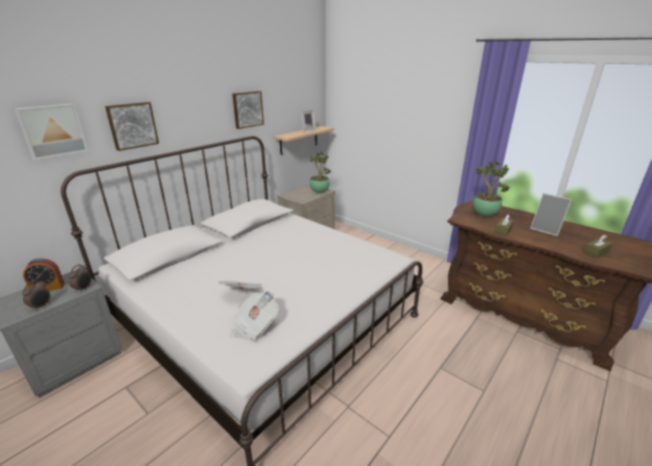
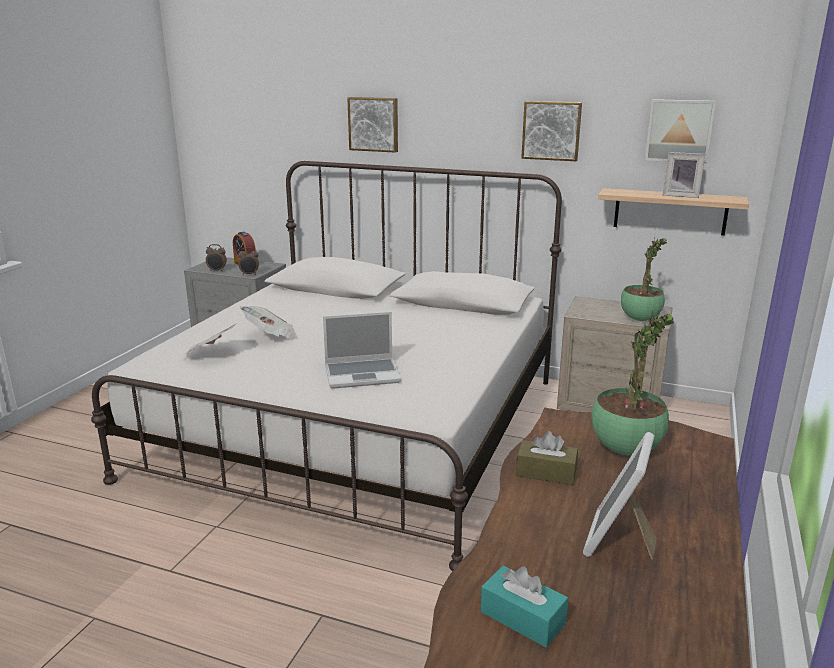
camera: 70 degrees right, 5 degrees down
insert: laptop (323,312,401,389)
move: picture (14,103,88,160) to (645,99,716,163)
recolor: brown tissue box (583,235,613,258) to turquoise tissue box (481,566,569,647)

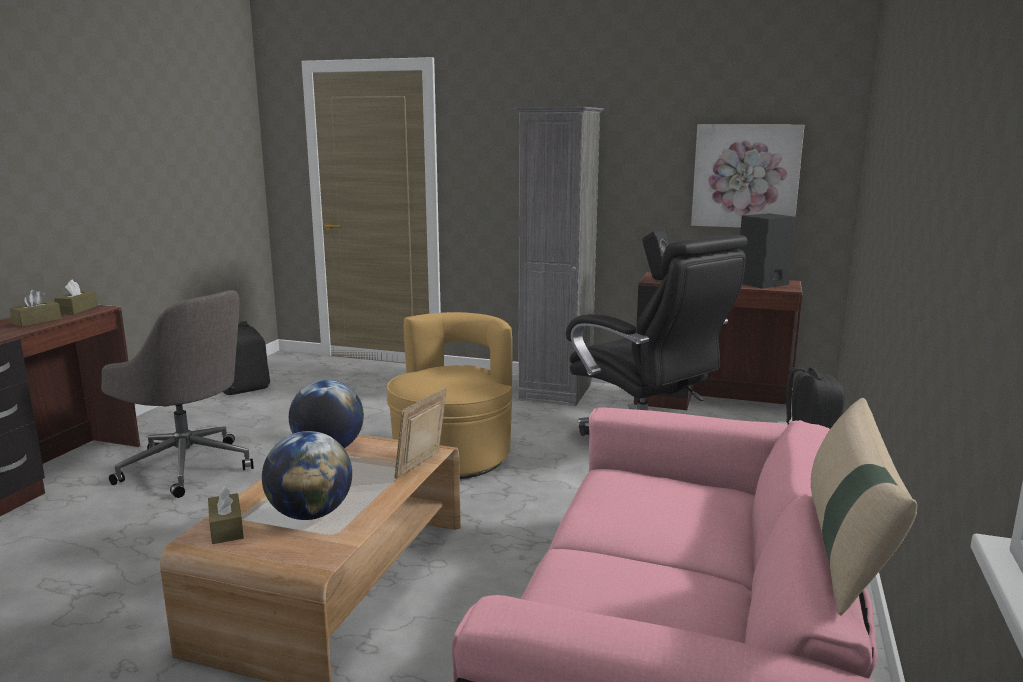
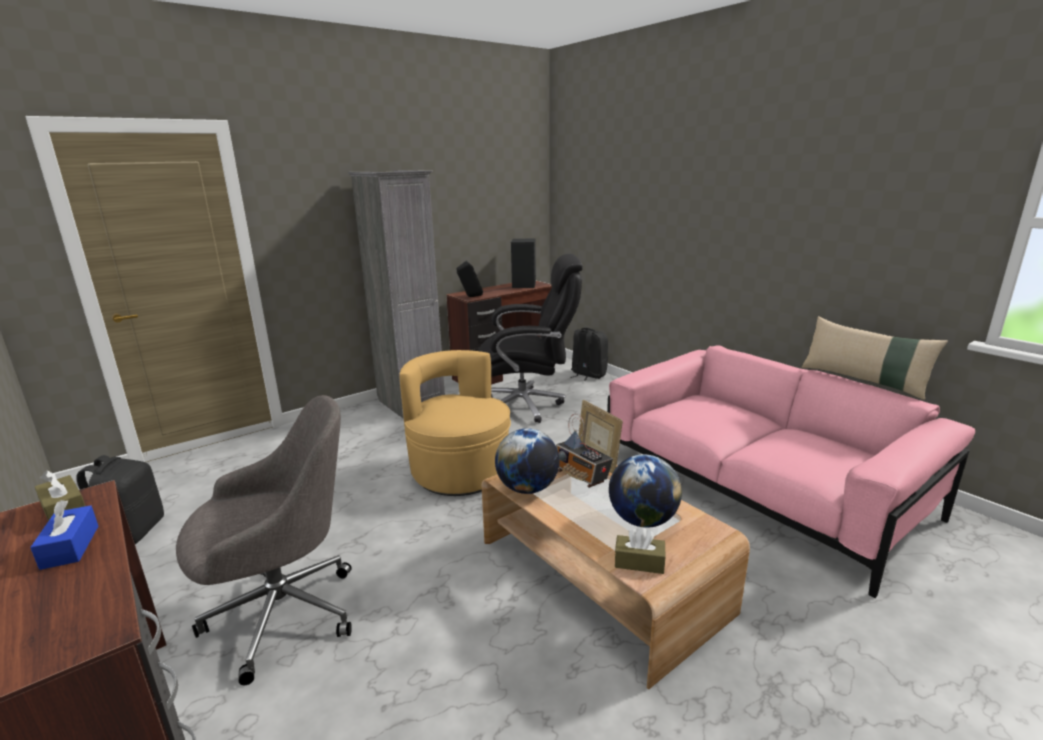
camera: 55 degrees left, 5 degrees up
delete: picture (691,125,804,228)
insert: radio (556,414,613,488)
recolor: brown tissue box (9,290,61,327) to blue tissue box (30,500,98,570)

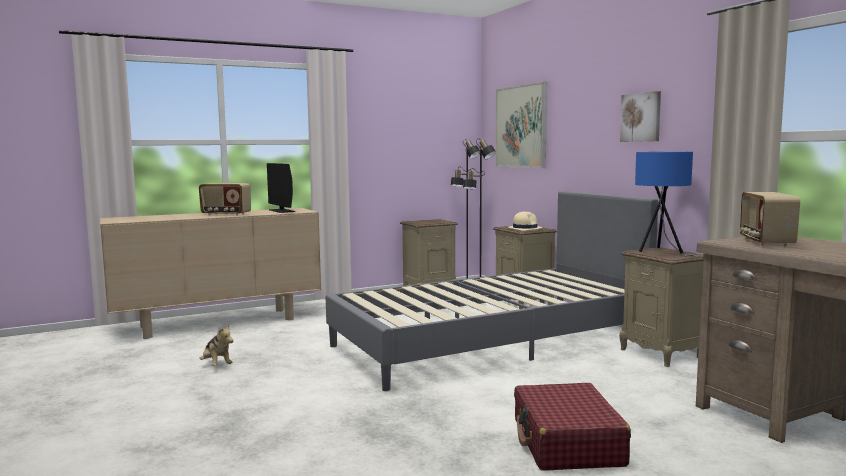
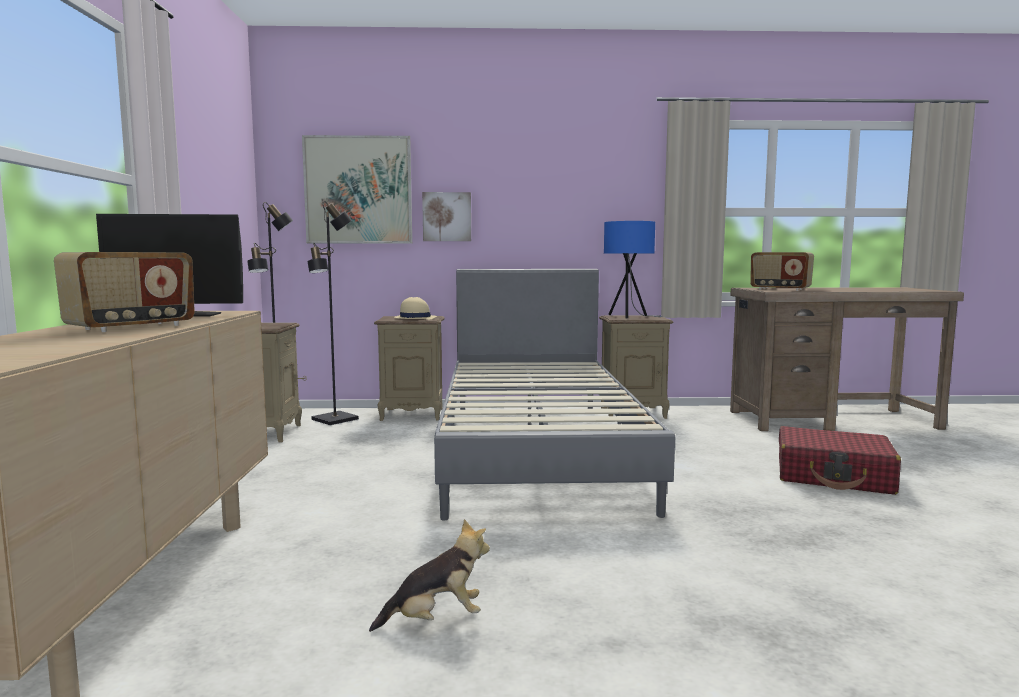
camera: 65 degrees left, 0 degrees up
move: picture (620,91,661,142) to (422,192,471,241)

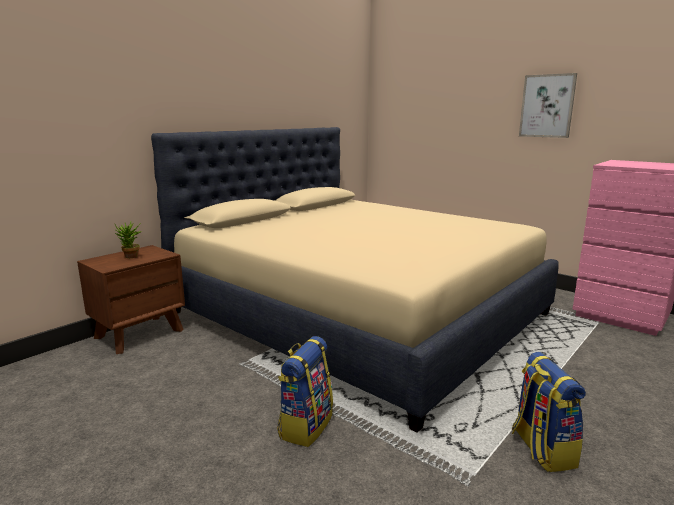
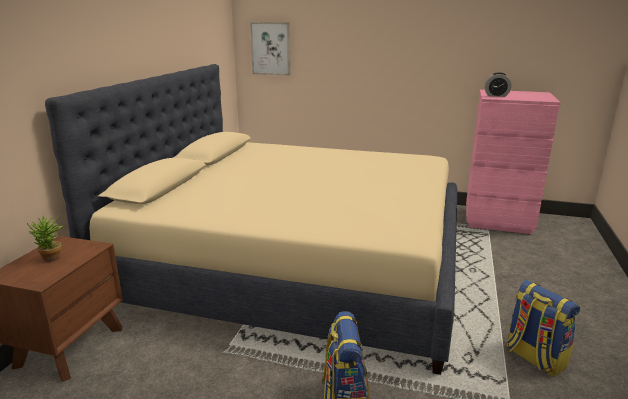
camera: 25 degrees left, 5 degrees up
insert: alarm clock (485,72,511,97)
move: picture (519,73,577,138) to (250,22,291,76)

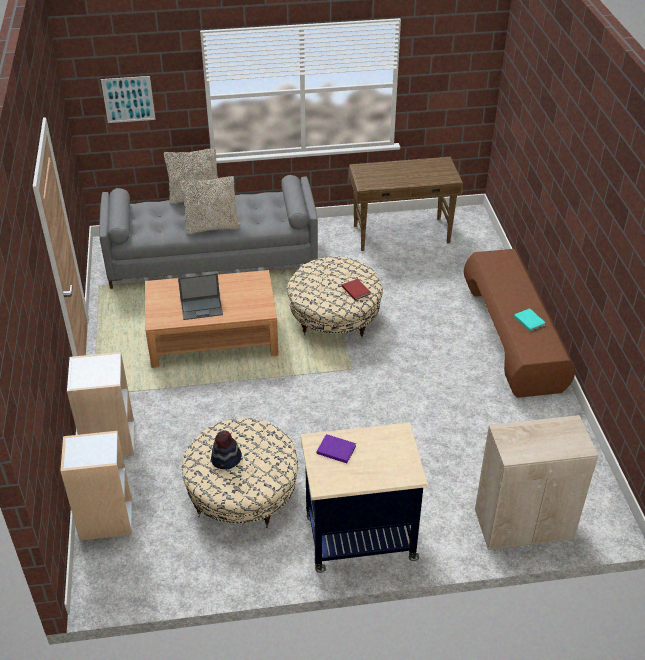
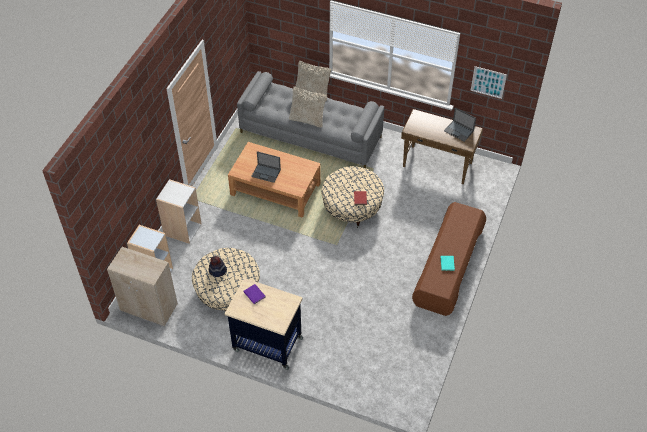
camera: 30 degrees right, 10 degrees up
insert: laptop (444,108,476,142)
move: picture (101,76,156,123) to (471,66,507,99); beige cabinet (475,415,598,550) to (107,247,178,326)

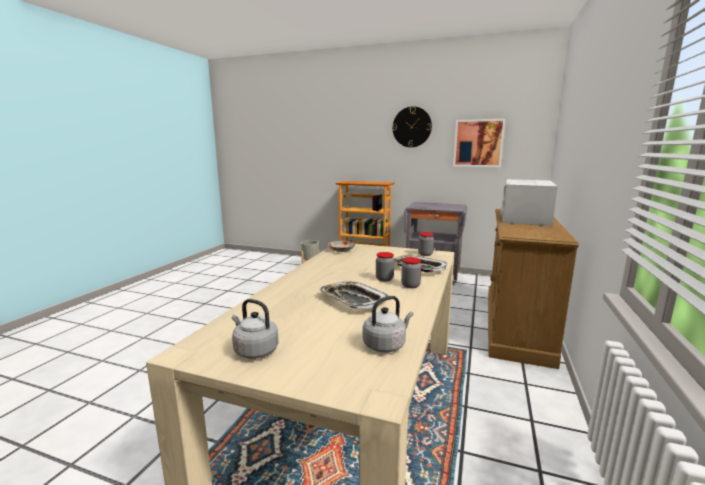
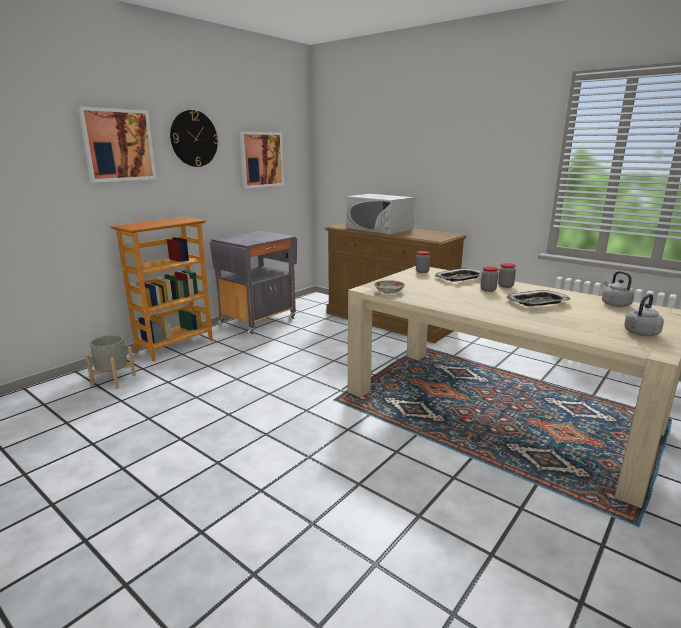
camera: 70 degrees left, 5 degrees up
insert: picture (78,106,156,182)

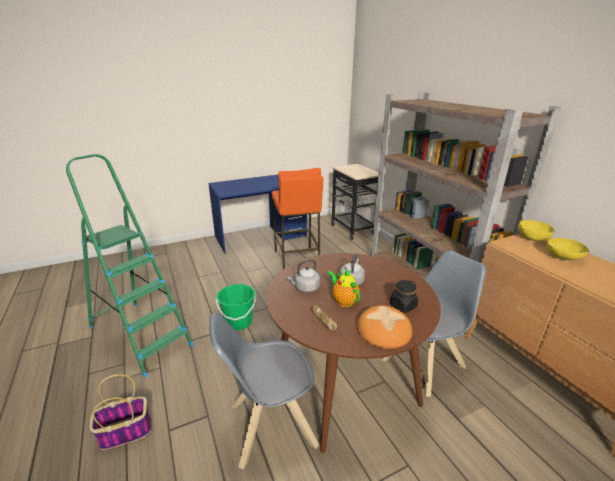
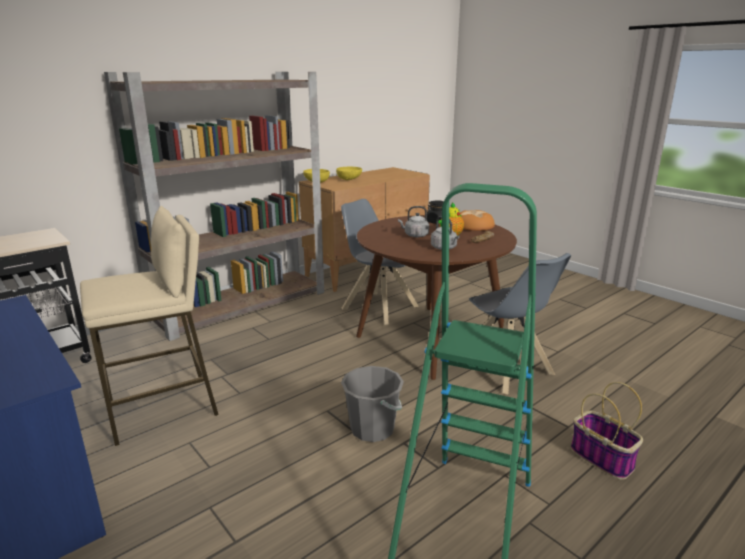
camera: 105 degrees left, 5 degrees down
recolor: orange stool (272,168,323,269) to beige stool (80,206,219,446); green bucket (216,284,256,330) to grey bucket (341,366,404,442)

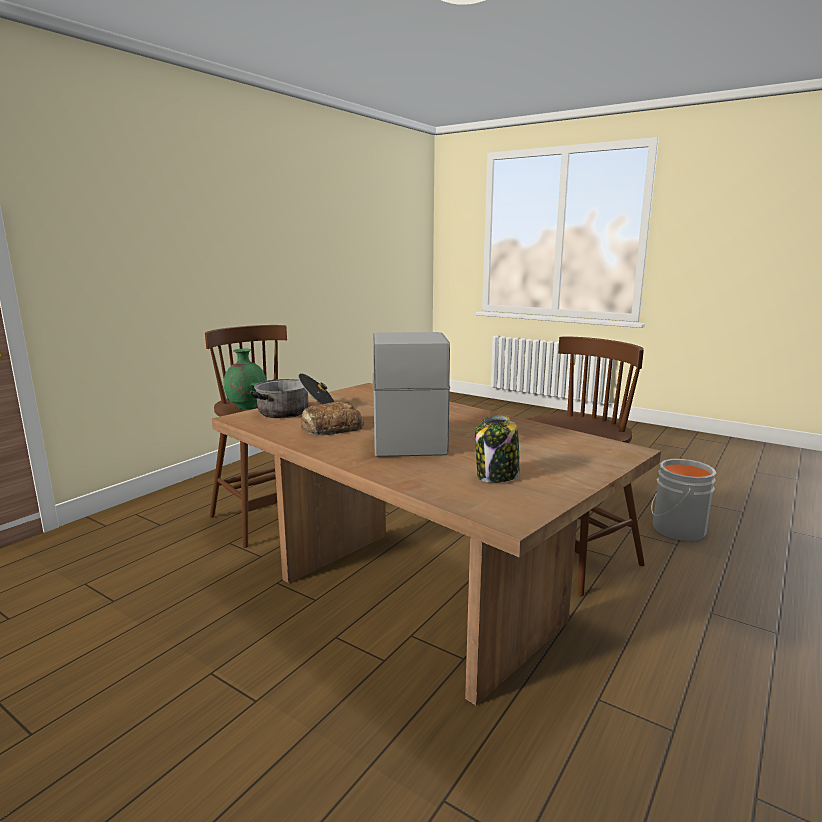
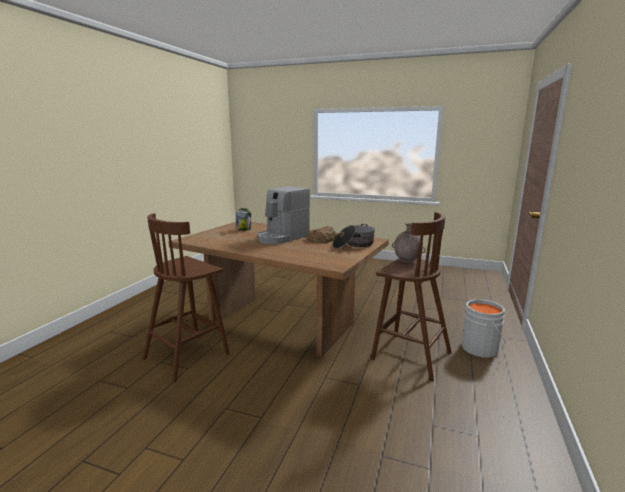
camera: 165 degrees right, 0 degrees up
move: grey bucket (651,459,716,541) to (462,299,505,358)
recolor: green vase (223,348,266,409) to brown vase (392,222,426,263)
rotate: coffee machine (373,332,450,457) = (257,186,310,244) 60 degrees clockwise

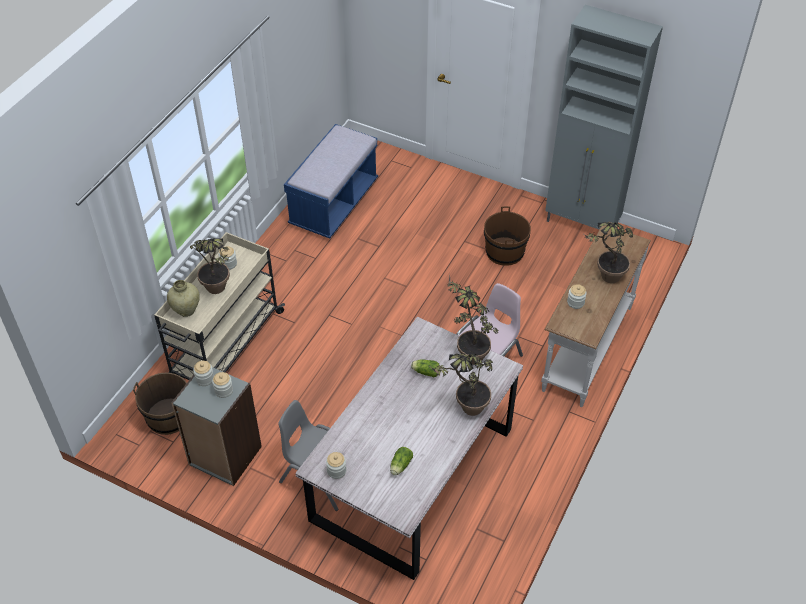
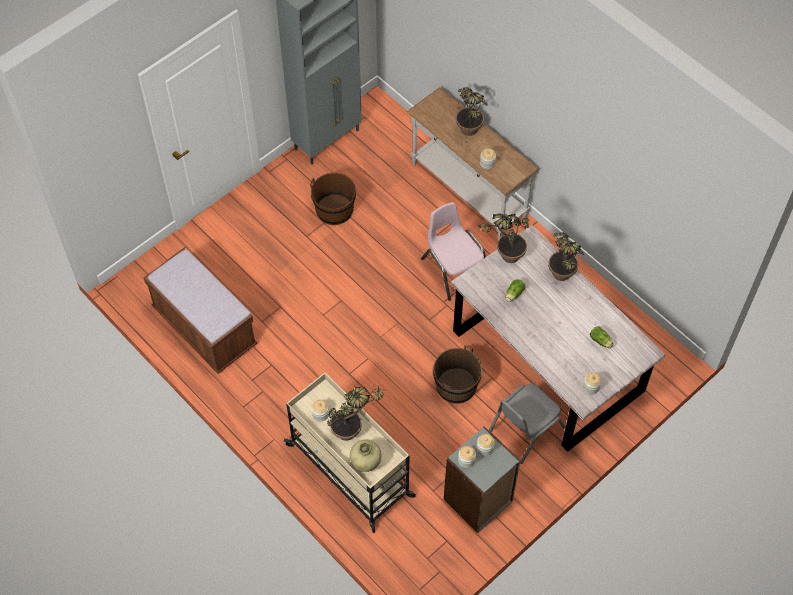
camera: 70 degrees left, 10 degrees up
move: brown bucket (133,373,187,435) to (433,345,482,404)
recolor: blue bench (284,124,378,239) to brown bench (144,248,257,374)

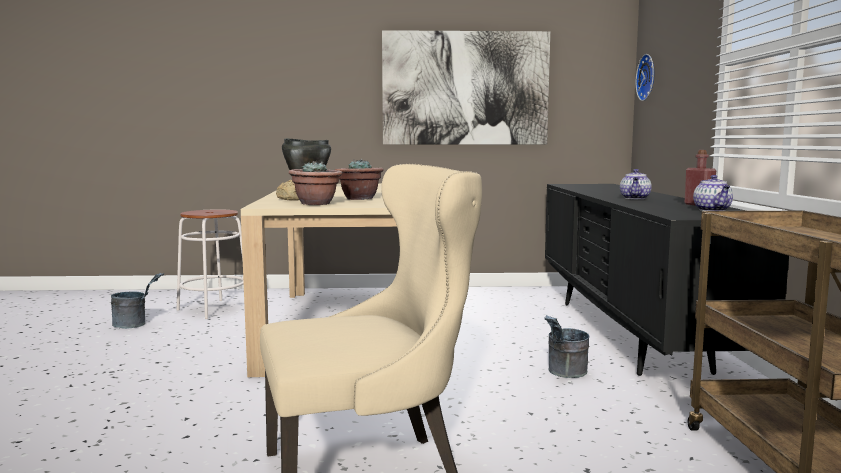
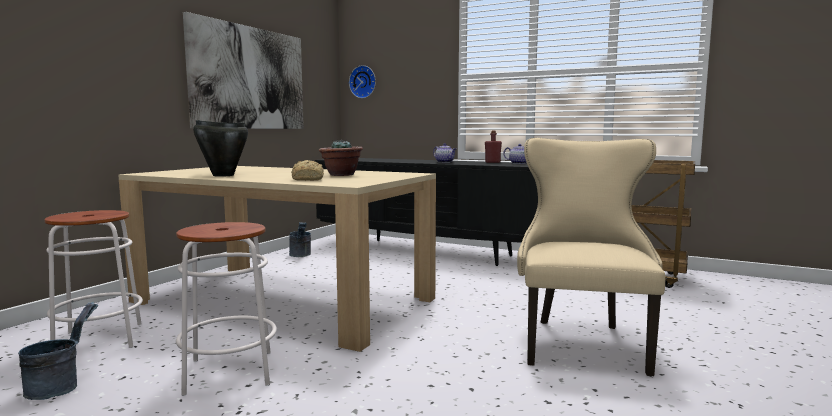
camera: 60 degrees left, 0 degrees up
delete: potted plant (289,161,342,205)
insert: white stool (176,222,277,396)
move: grey bucket (544,315,590,378) to (289,222,311,257)

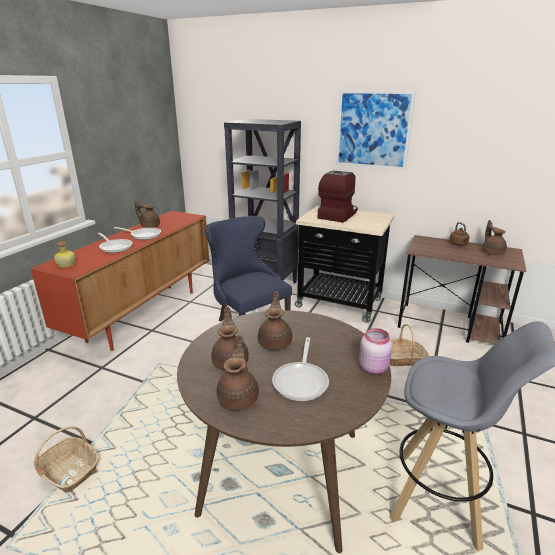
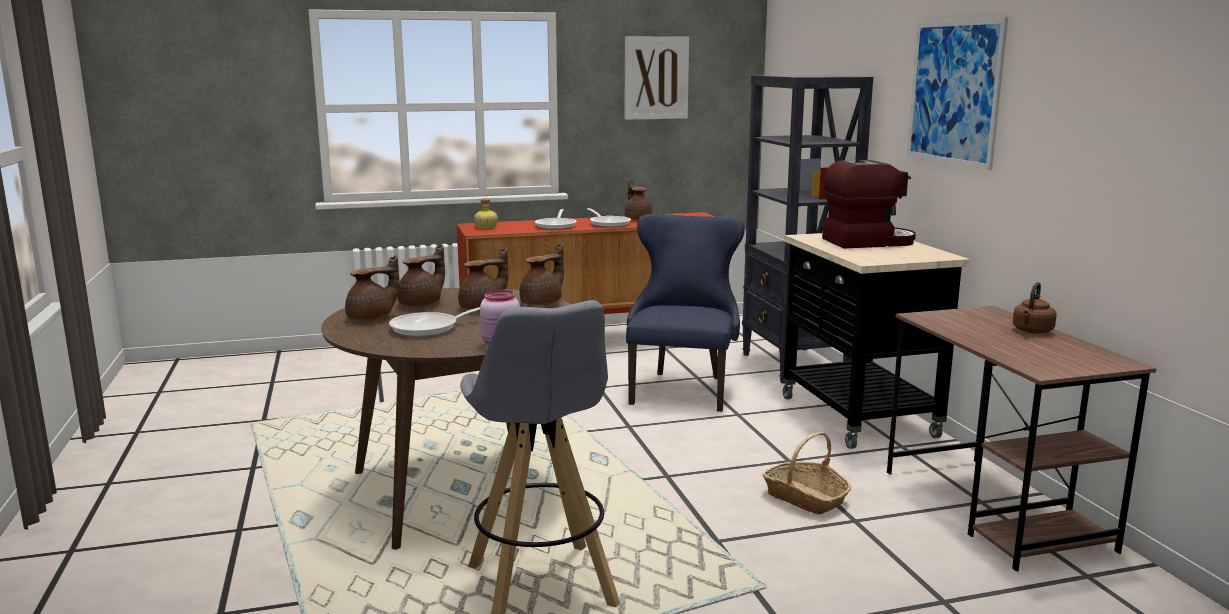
camera: 50 degrees right, 10 degrees down
delete: basket (34,426,99,492)
insert: picture (625,36,689,120)
move: brown teapot (482,220,507,255) to (519,243,564,305)

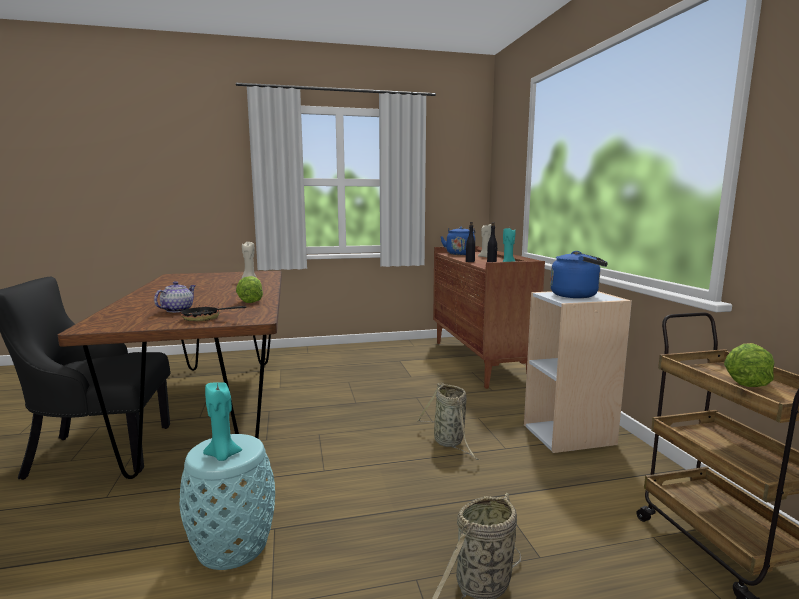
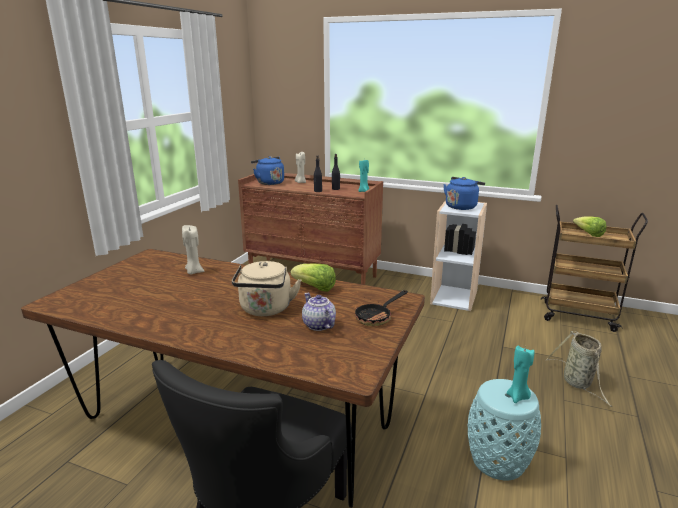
camera: 55 degrees left, 10 degrees up
delete: basket (416,383,479,460)
insert: beige kettle (232,261,301,316)

